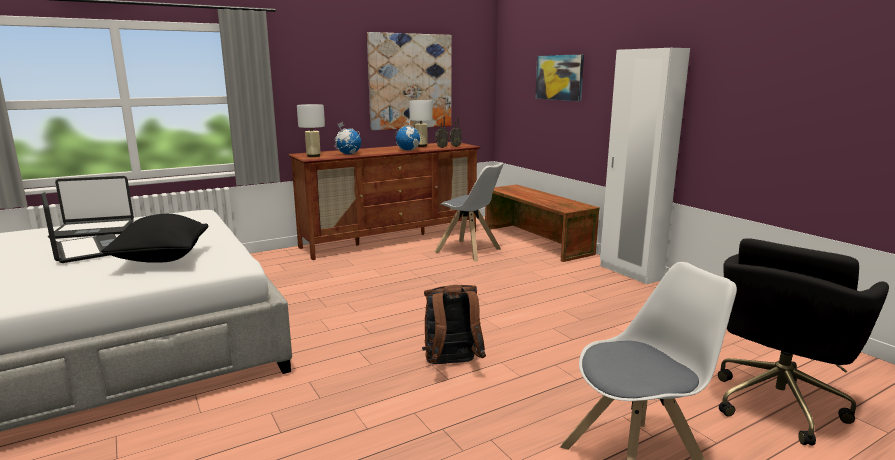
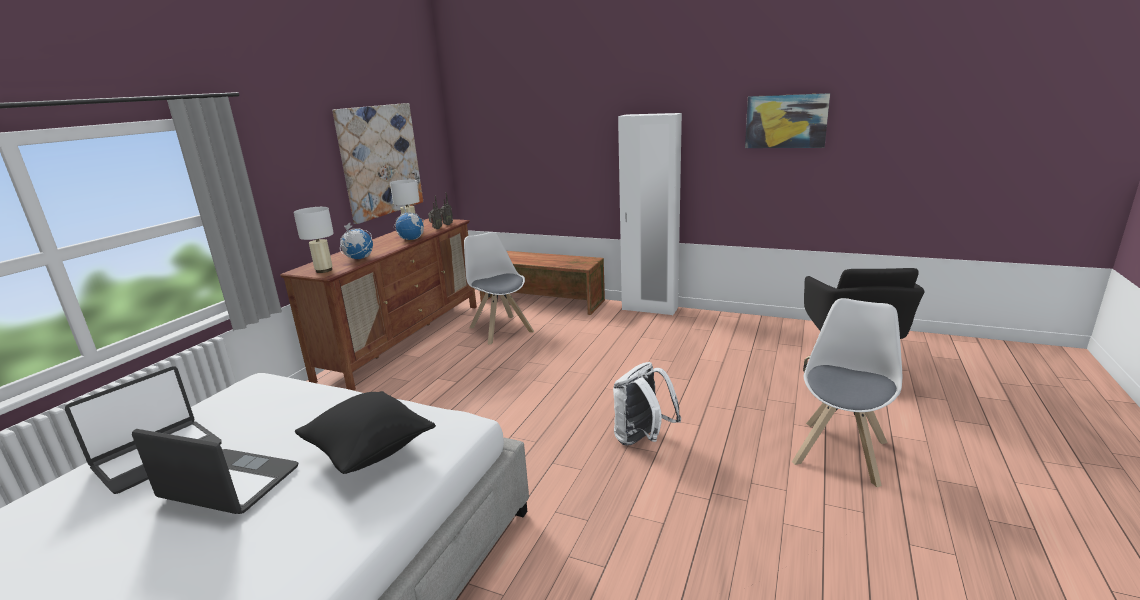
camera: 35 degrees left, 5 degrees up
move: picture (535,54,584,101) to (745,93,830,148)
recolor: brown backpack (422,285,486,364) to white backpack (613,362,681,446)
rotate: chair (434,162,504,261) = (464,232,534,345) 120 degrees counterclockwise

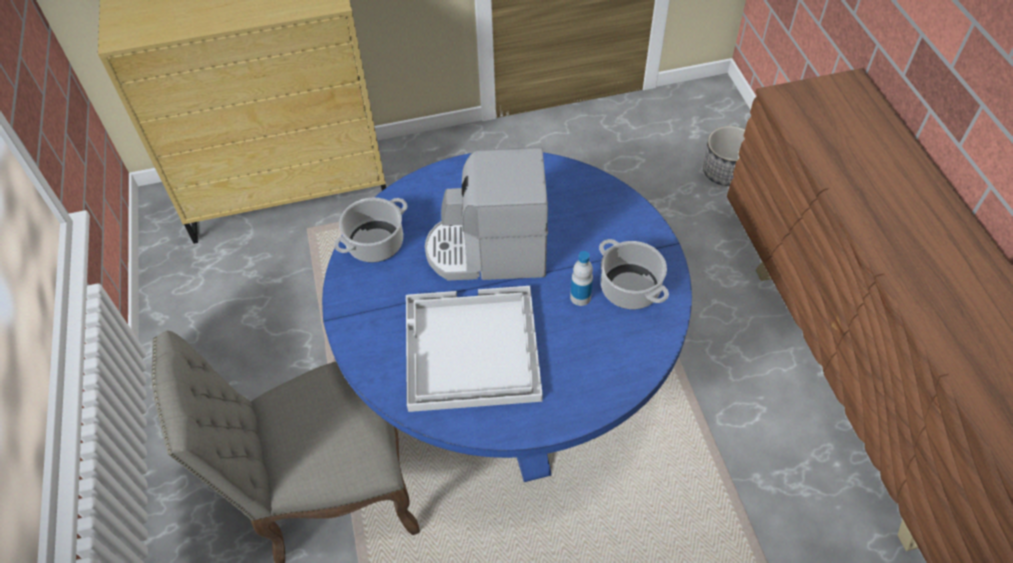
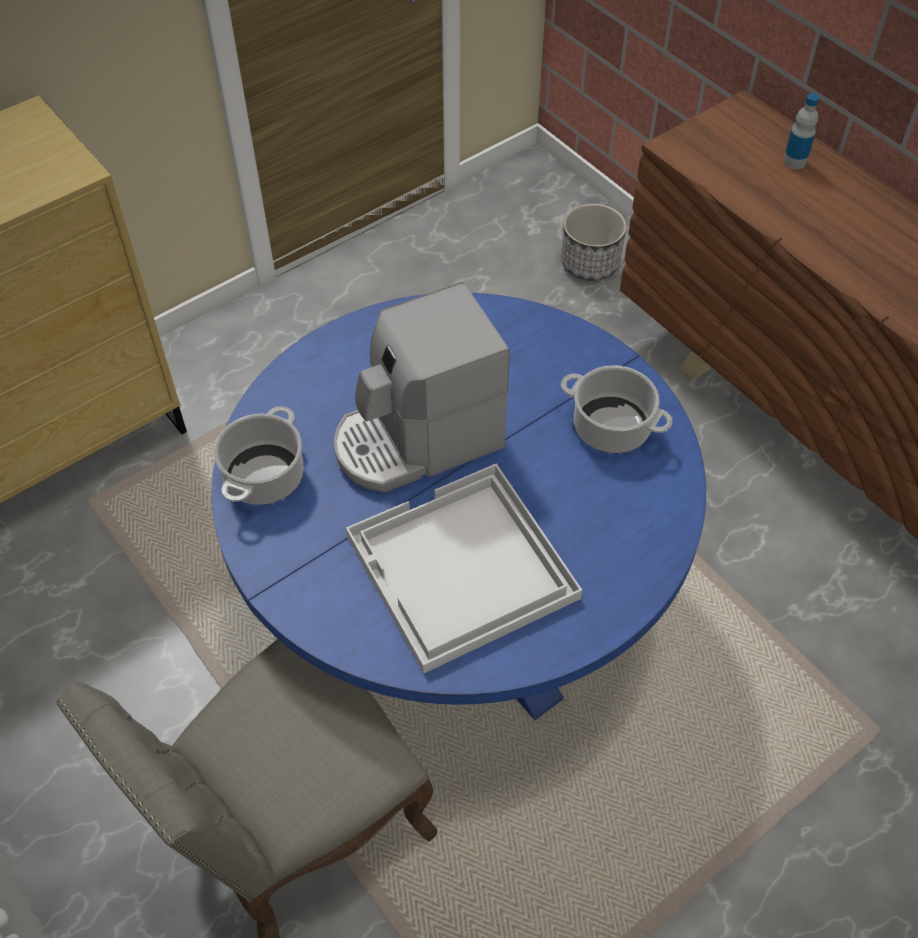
camera: 25 degrees left, 0 degrees up
move: bottle (570,251,593,306) to (783,93,819,169)

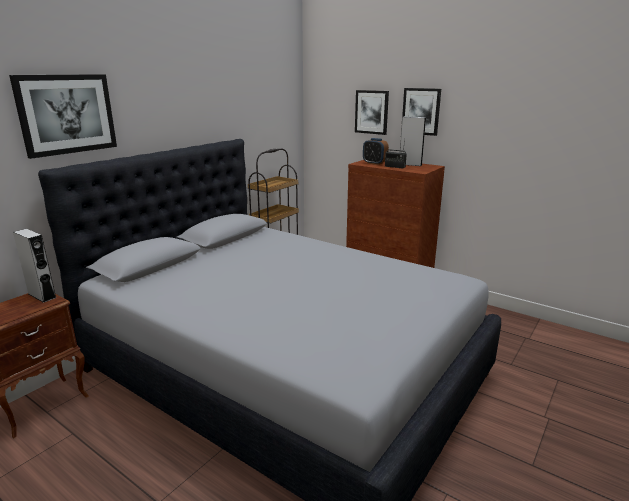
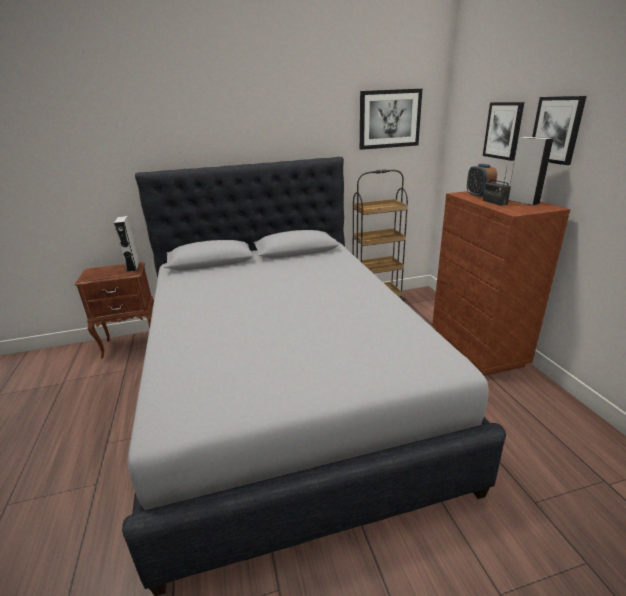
camera: 40 degrees right, 5 degrees up
move: picture (9,74,117,159) to (360,89,422,150)

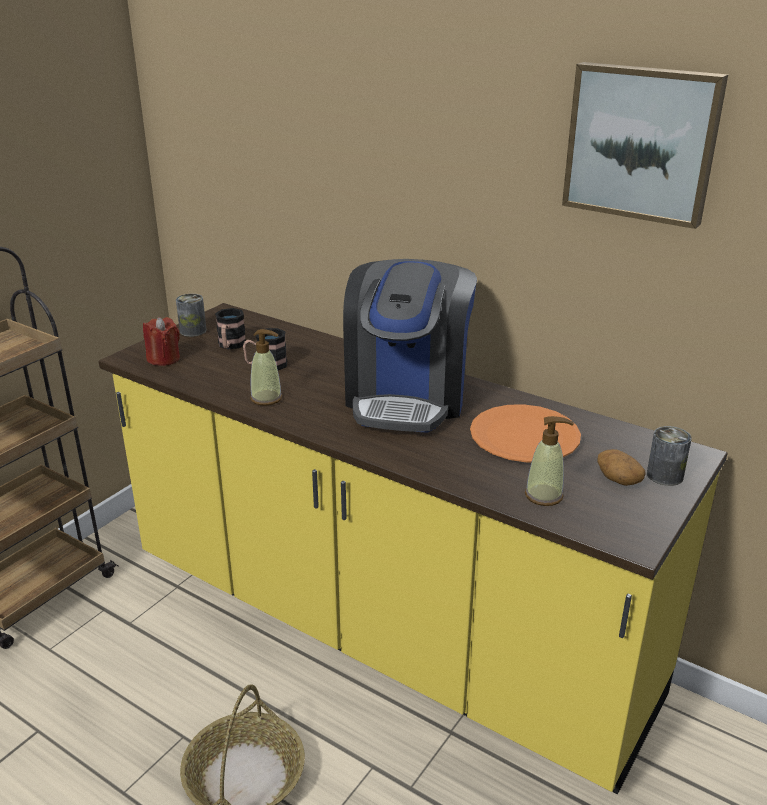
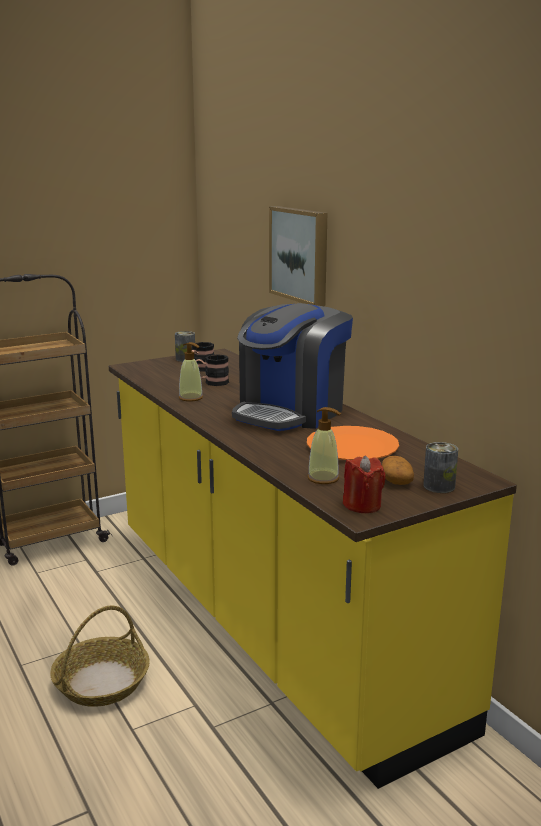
camera: 25 degrees right, 10 degrees down
move: picture (562,62,728,229) to (269,206,327,306); red candle (143,317,180,366) to (343,456,386,513)

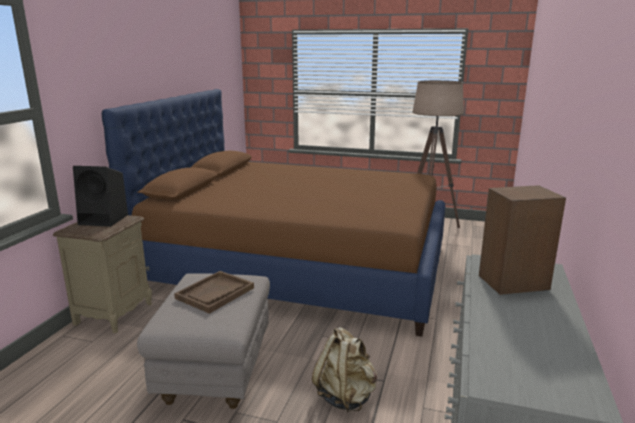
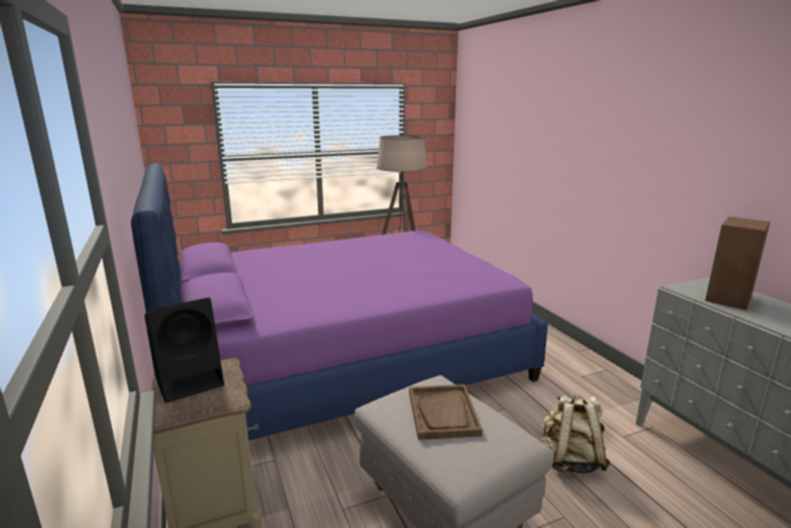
camera: 40 degrees left, 0 degrees up
recolor: brown bed (102,89,445,336) to purple bed (131,163,548,440)

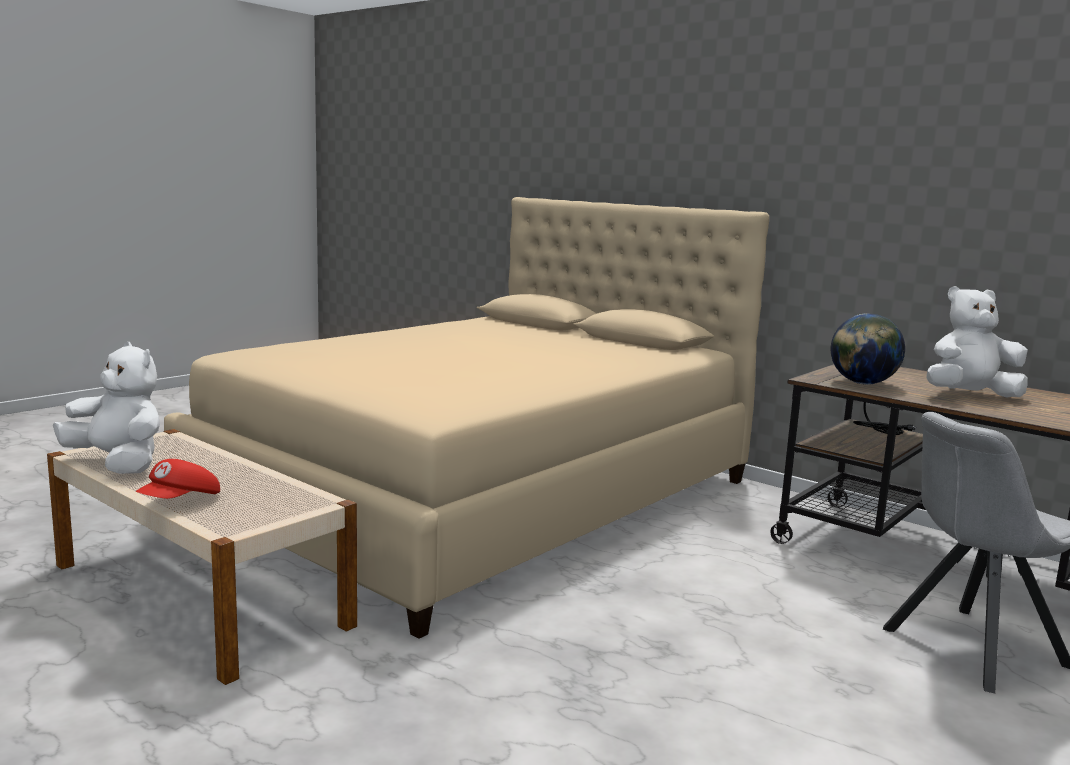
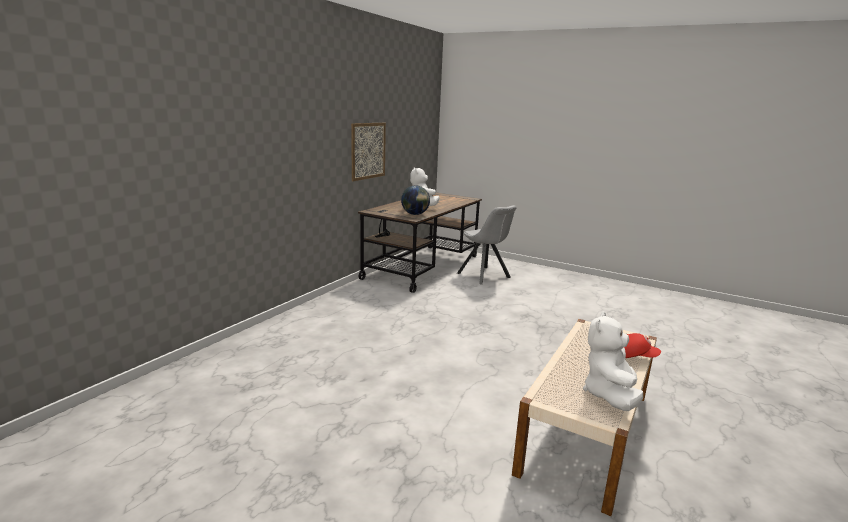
camera: 100 degrees left, 5 degrees up
delete: beige bed (164,197,769,639)
insert: picture (351,122,386,181)

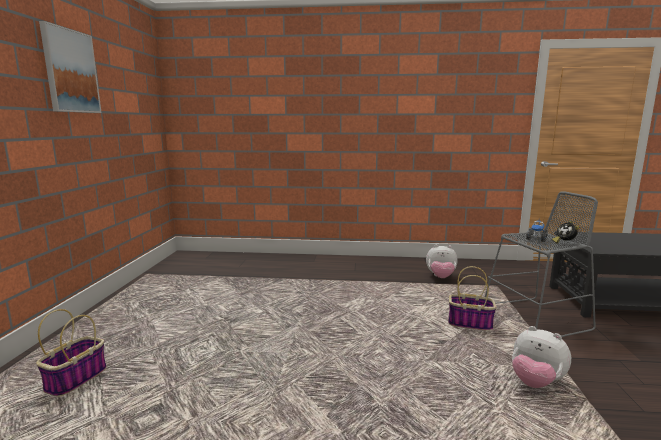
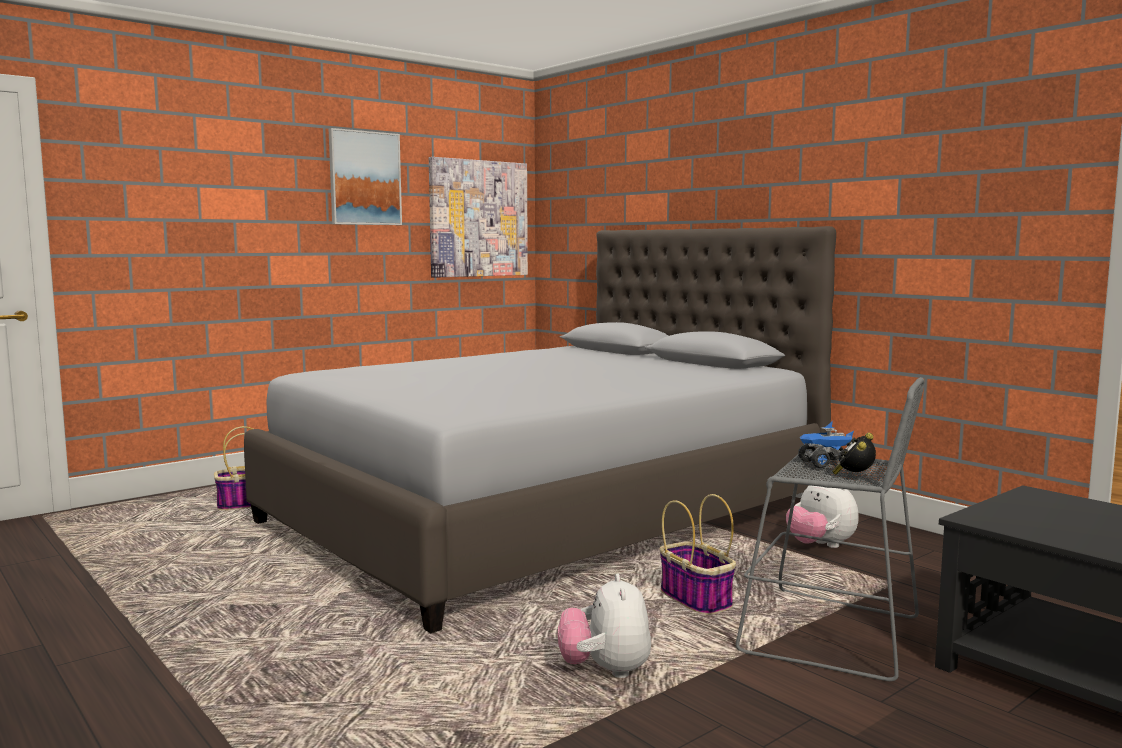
camera: 45 degrees right, 5 degrees down
insert: picture (429,157,528,278); grey bed (244,226,836,633)

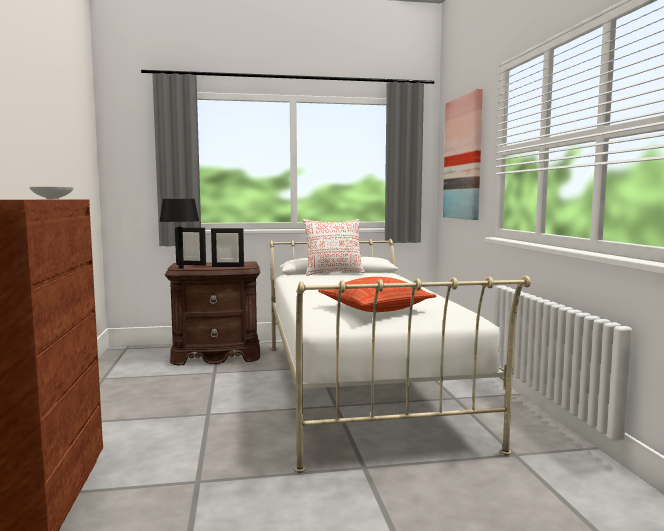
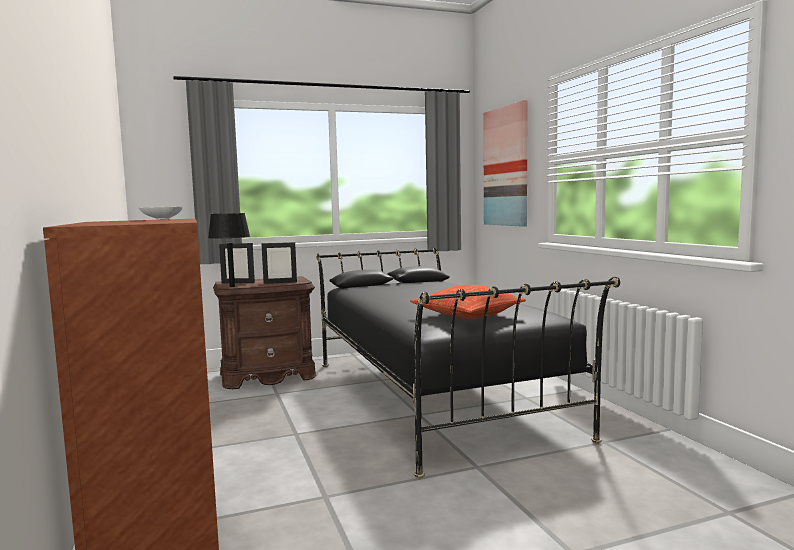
camera: 10 degrees left, 0 degrees up
delete: white pillow (303,219,365,276)
recolor: white bed (270,239,531,473) to black bed (316,247,620,478)

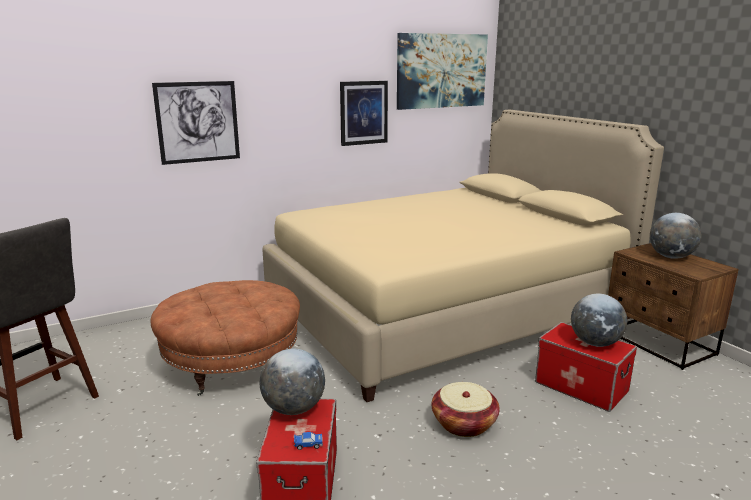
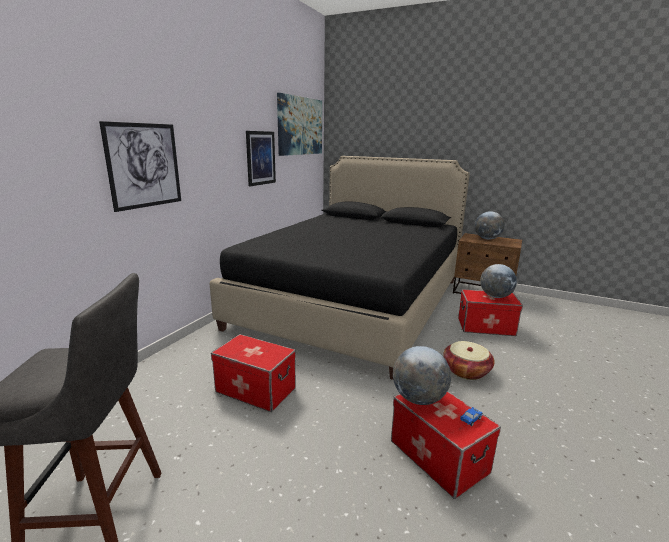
camera: 35 degrees left, 0 degrees up
replace: brown ottoman (150,280,300,396) to storage box (211,334,296,412)
recolor: beige bed (262,110,664,402) to black bed (210,156,470,380)

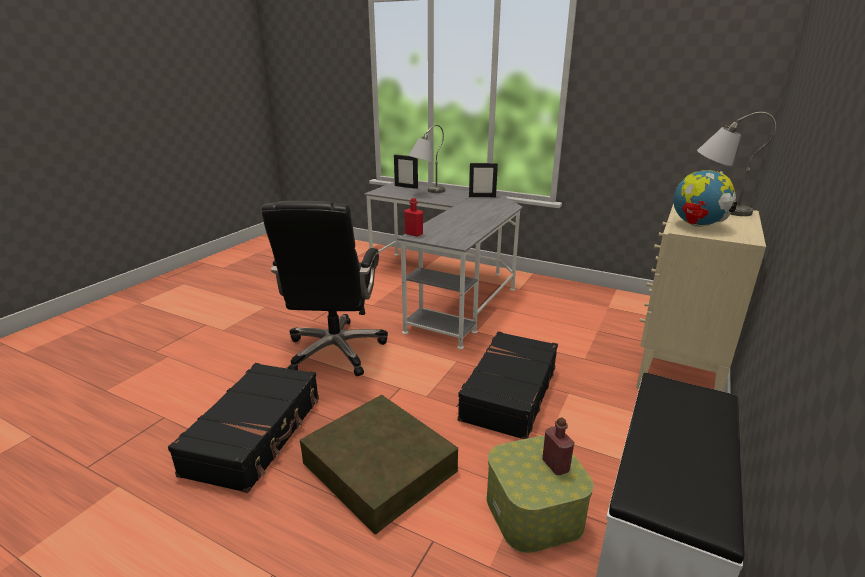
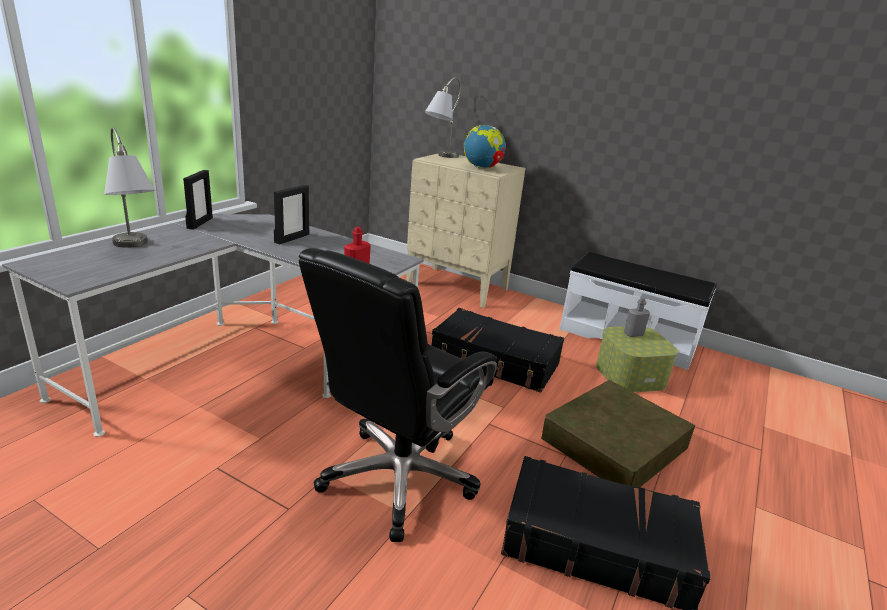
camera: 90 degrees left, 0 degrees up
move: picture frame (394,154,418,189) to (274,185,309,244)
recolor: red bottle (542,417,575,475) to grey bottle (624,297,650,337)
rotate: black office chair (262,201,388,376) = (299,248,497,542) 120 degrees clockwise

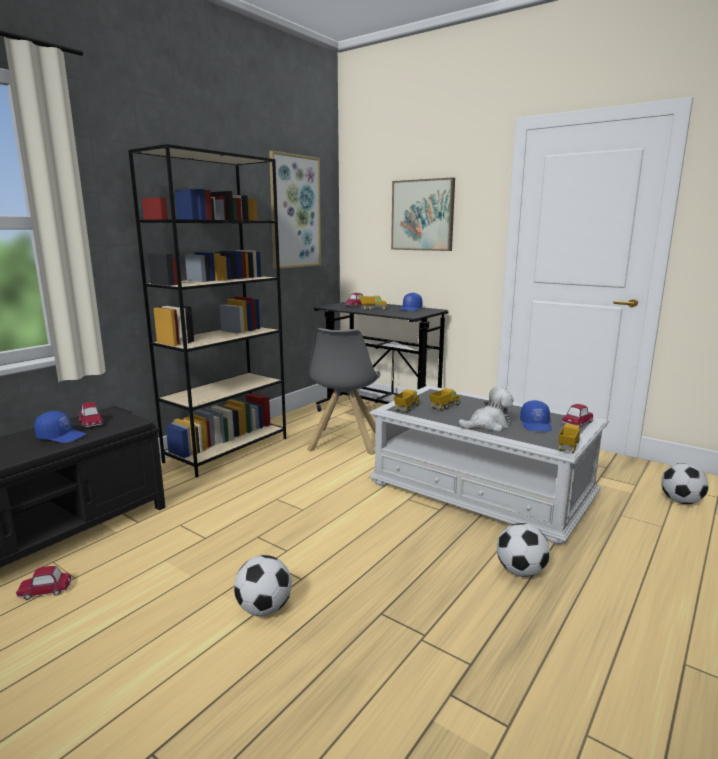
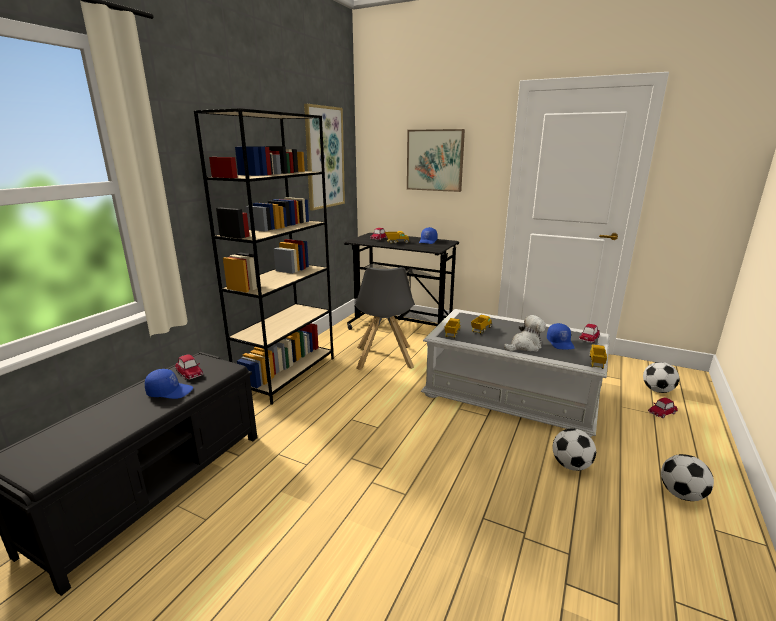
camera: 10 degrees left, 5 degrees up
move: football (234,555,292,616) to (661,454,714,501); toy car (16,566,72,600) to (648,398,678,418)

